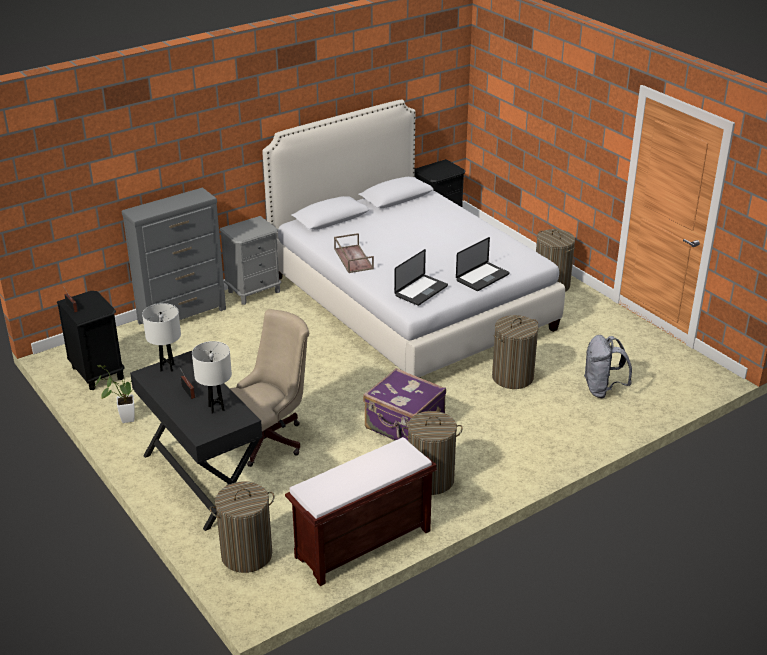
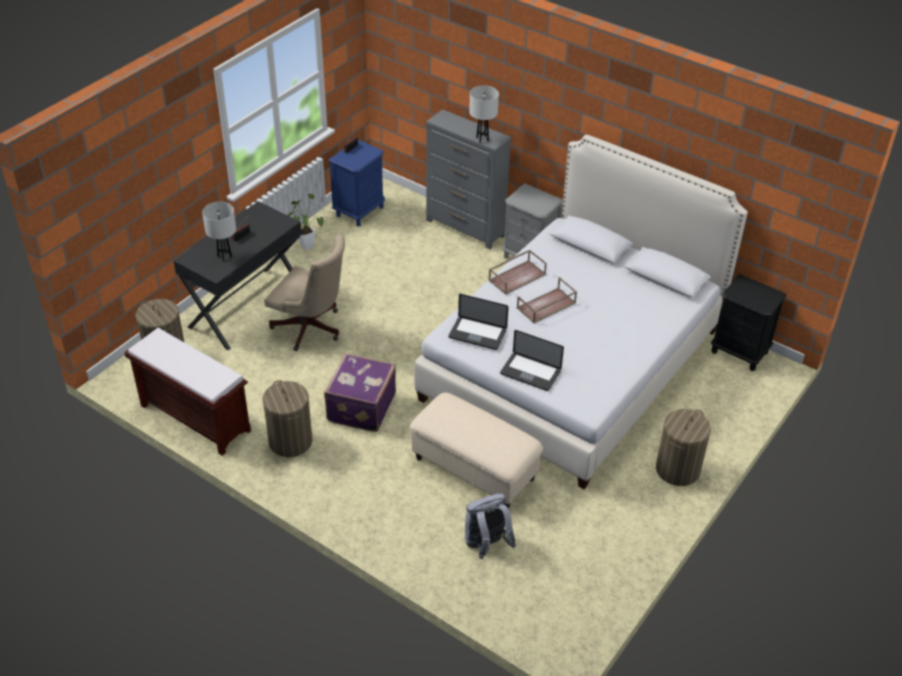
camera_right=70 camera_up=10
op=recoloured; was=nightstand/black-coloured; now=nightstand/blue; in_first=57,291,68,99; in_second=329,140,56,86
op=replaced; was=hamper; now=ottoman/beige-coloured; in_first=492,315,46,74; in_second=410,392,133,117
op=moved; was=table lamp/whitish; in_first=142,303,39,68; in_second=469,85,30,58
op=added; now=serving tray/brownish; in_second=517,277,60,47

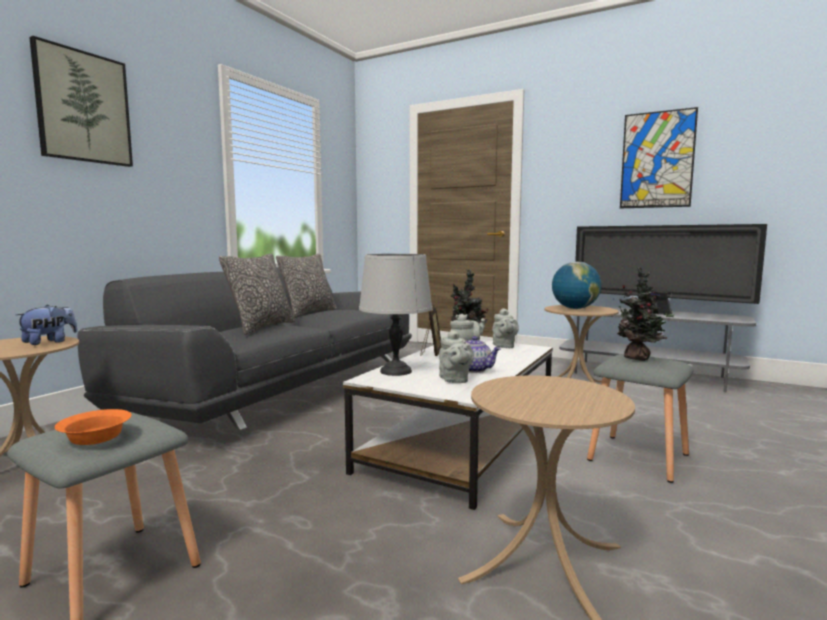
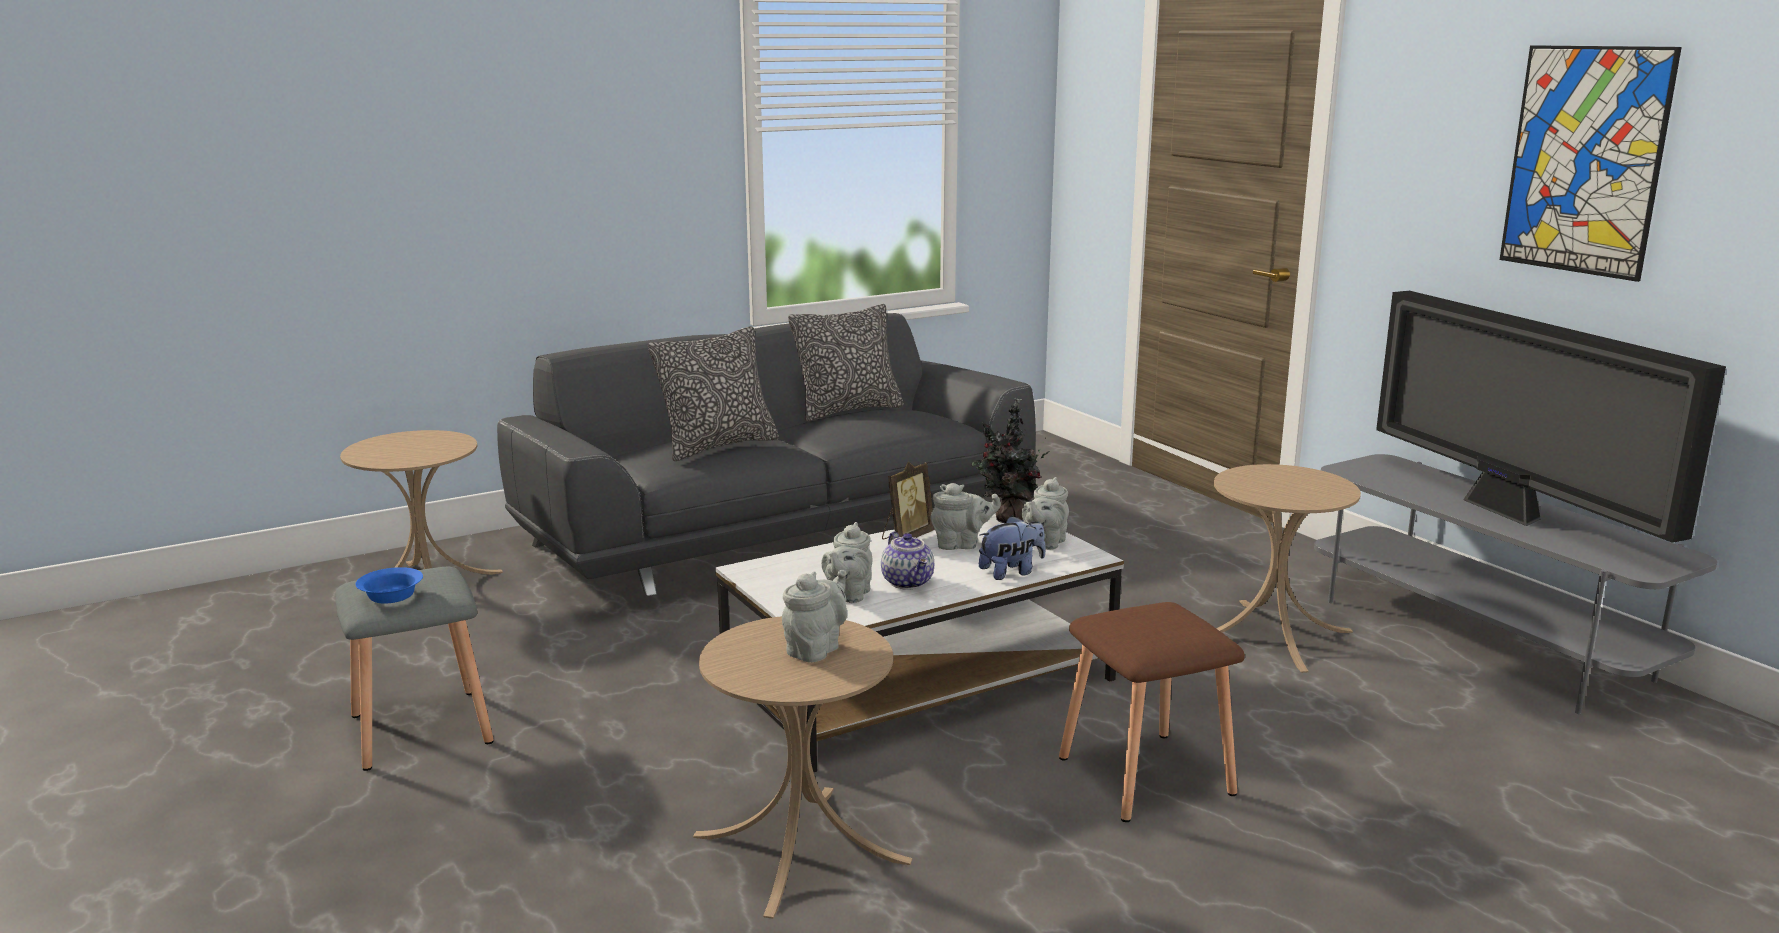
camera_right=30 camera_up=10
op=recoloured; was=serving bowl/orange-coloured; now=serving bowl/blue; in_first=55,409,76,36; in_second=355,567,68,37
op=added; now=tea pot/greyish; in_second=782,570,65,93
op=moved; was=soft toy; in_first=16,305,61,40; in_second=979,515,66,65
op=recoloured; was=stool seat/greyish; now=stool seat/brownish; in_first=587,354,107,129; in_second=1059,602,186,220
op=removed; was=wall picture; in_first=29,36,104,131
op=removed; was=table lamp/greyish; in_first=359,254,73,122
op=removed; was=globe; in_first=552,262,49,47
op=removed; was=potted plant; in_first=613,267,61,94

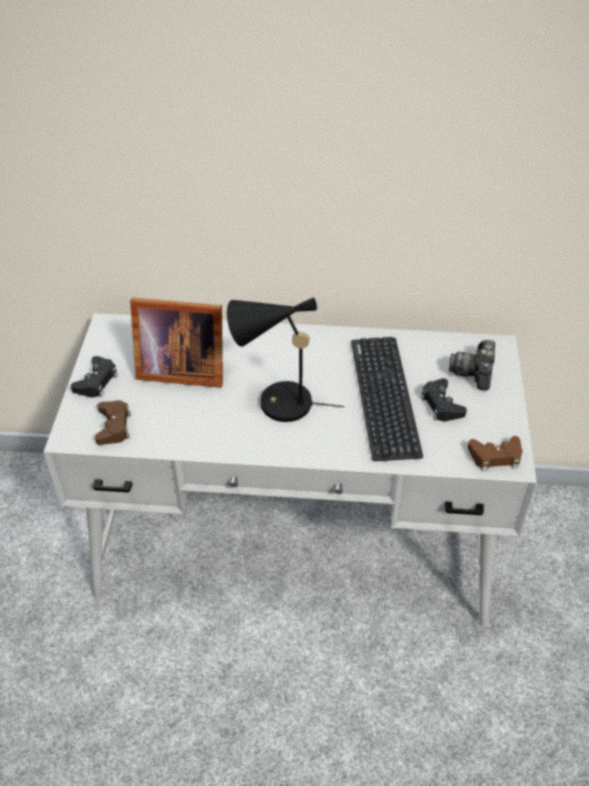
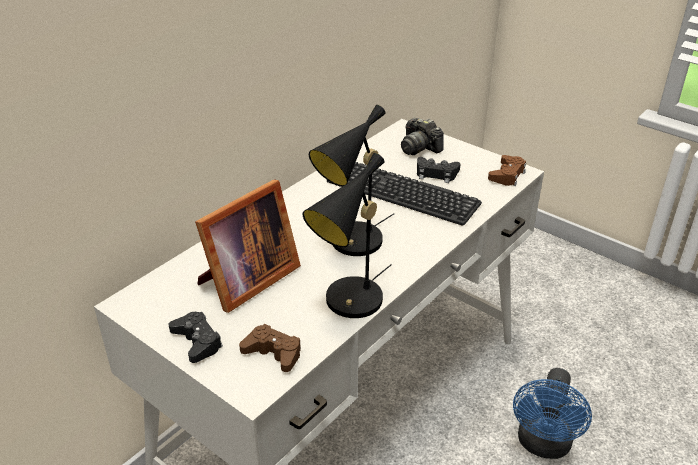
camera_right=-55 camera_up=-10
op=added; now=table lamp/black-coloured; in_second=303,153,88,165
op=added; now=fan/blue; in_second=513,368,79,91

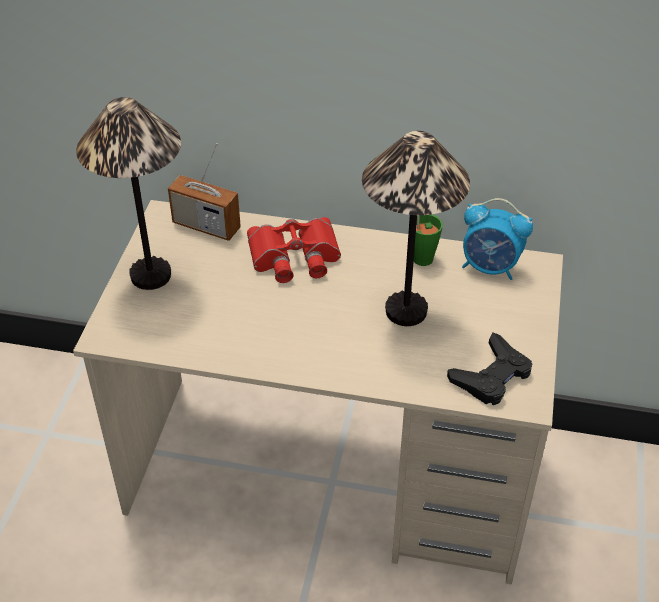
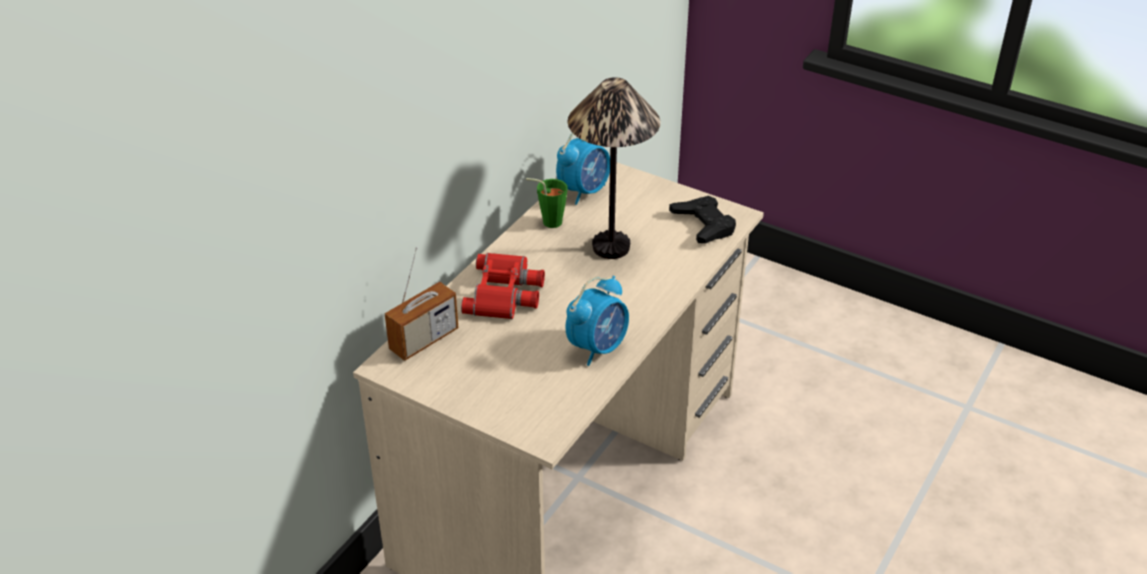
camera_right=-70 camera_up=-5
op=added; now=table clock; in_second=565,276,64,90
op=removed; was=table lamp; in_first=76,97,105,193

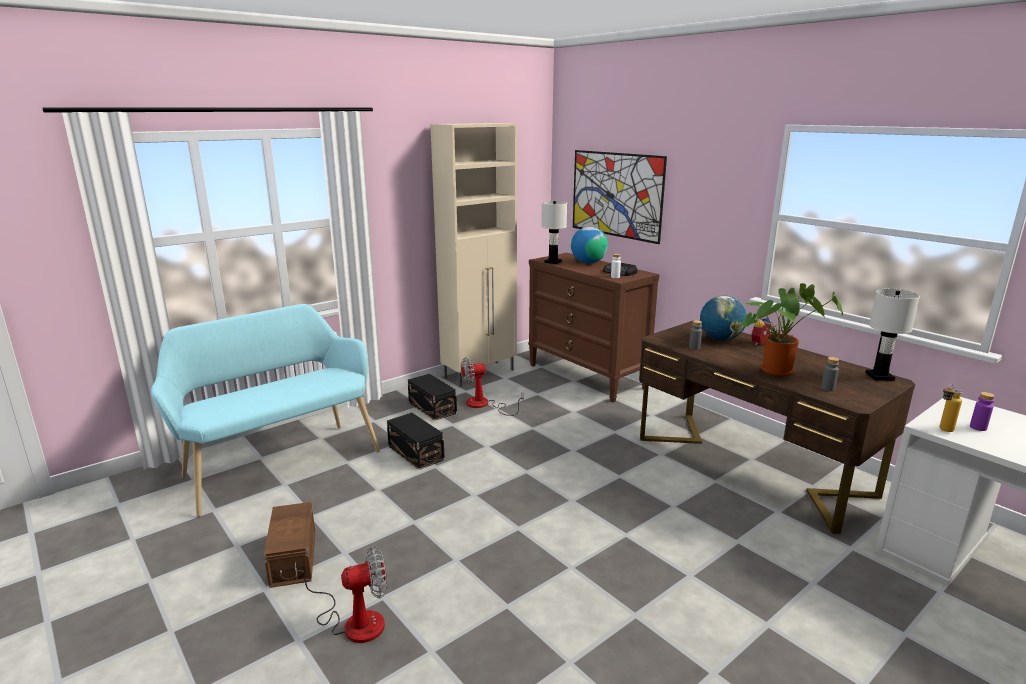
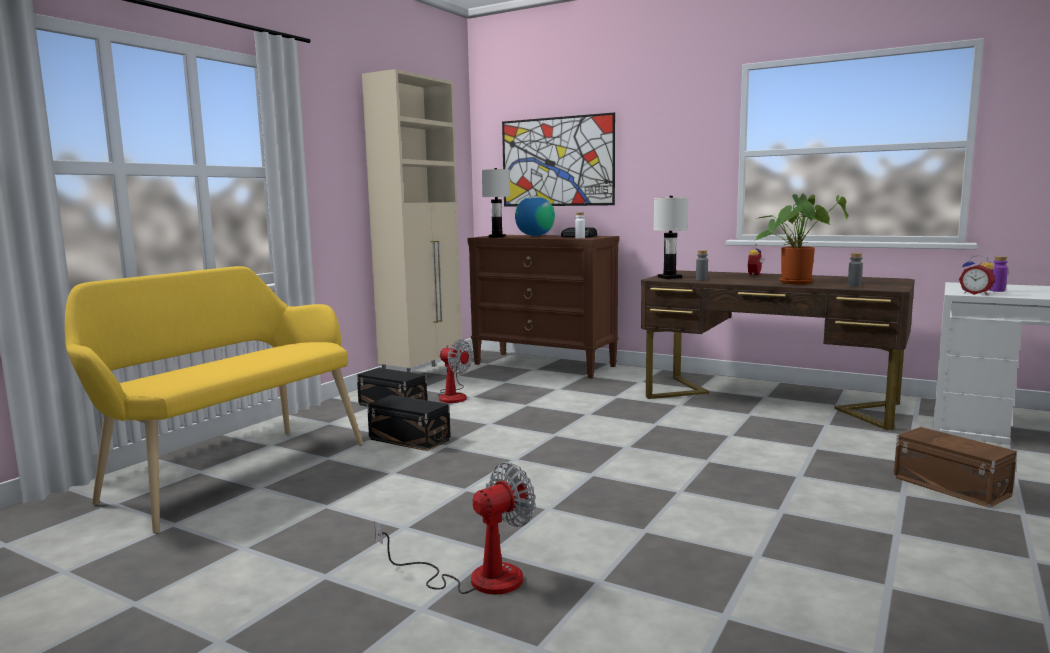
camera_right=-20 camera_up=-10
op=recoloured; was=indoor bench/turquoise-coloured; now=indoor bench/yellow; in_first=151,304,229,213; in_second=65,266,298,268
op=turned; was=fan; in_first=461,357,63,59; in_second=437,340,36,63; clockwise=-105
op=moved; was=table lamp/whitish; in_first=865,288,55,93; in_second=653,196,35,83
op=moved; was=storage bin/brownish; in_first=264,502,51,86; in_second=894,427,123,81
op=replaced; was=drink bottle; now=table clock; in_first=939,384,23,48; in_second=959,255,36,40
op=removed; was=globe; in_first=700,296,47,45

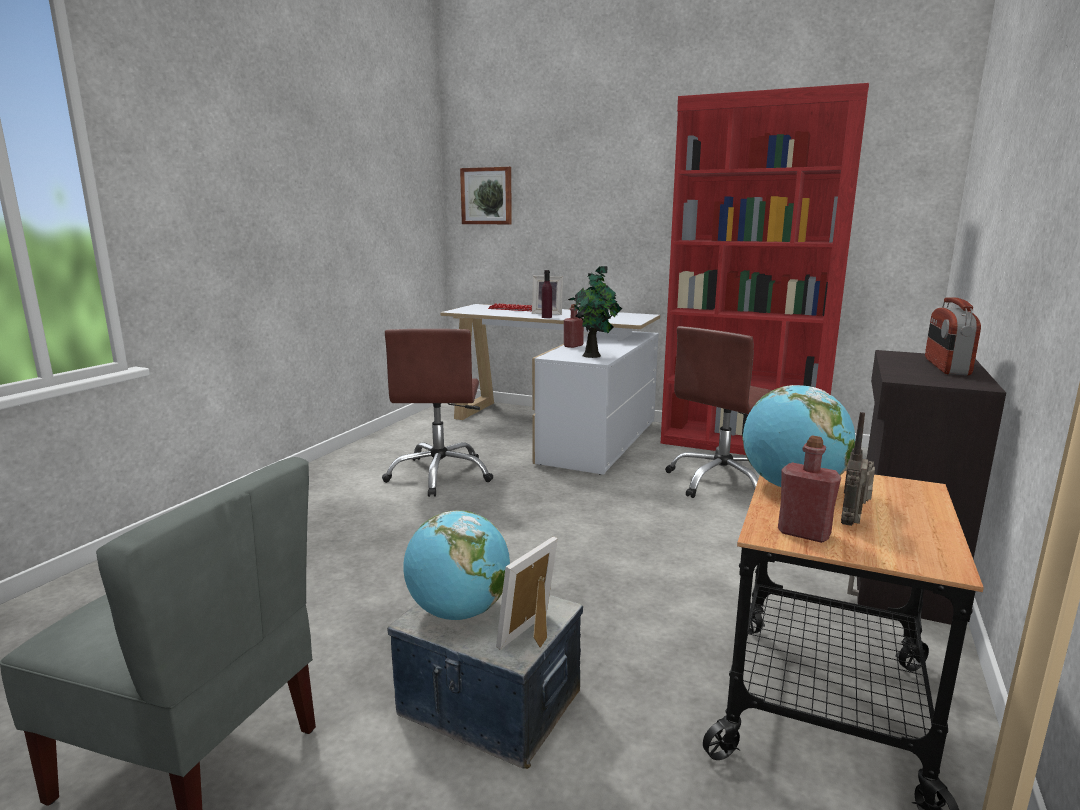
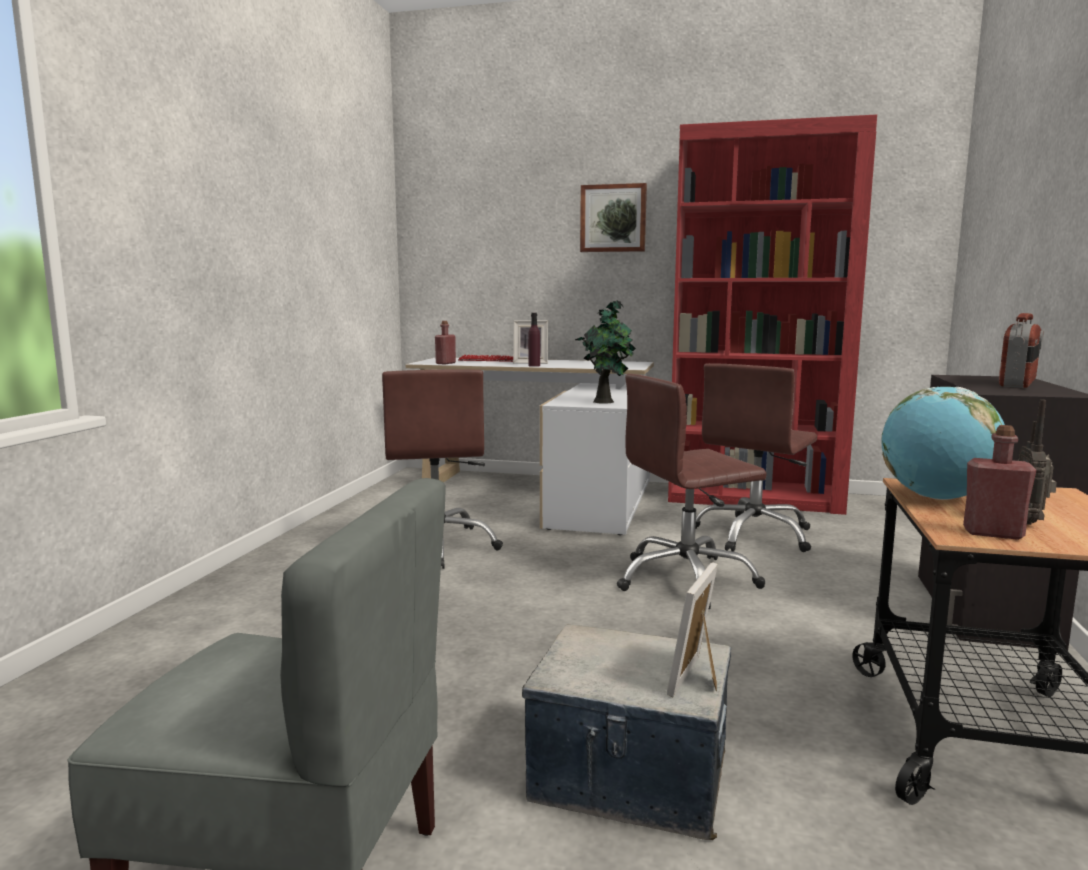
camera_right=-10 camera_up=-5
op=moved; was=drink bottle/reddish; in_first=564,304,20,44; in_second=435,321,21,43
op=moved; was=wall picture; in_first=460,167,52,57; in_second=580,183,67,69
op=added; now=office chair/brownish; in_second=617,374,150,236
op=turned; was=radio; in_first=925,297,56,79; in_second=999,313,44,75; clockwise=-150
op=removed; was=globe; in_first=403,510,107,110

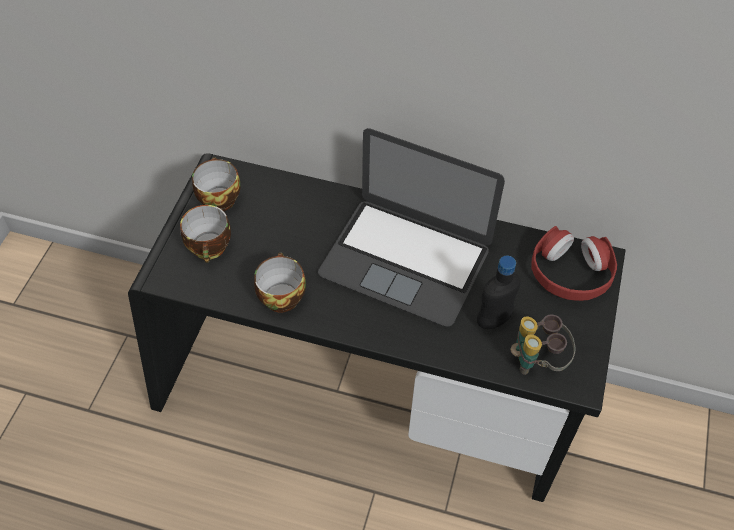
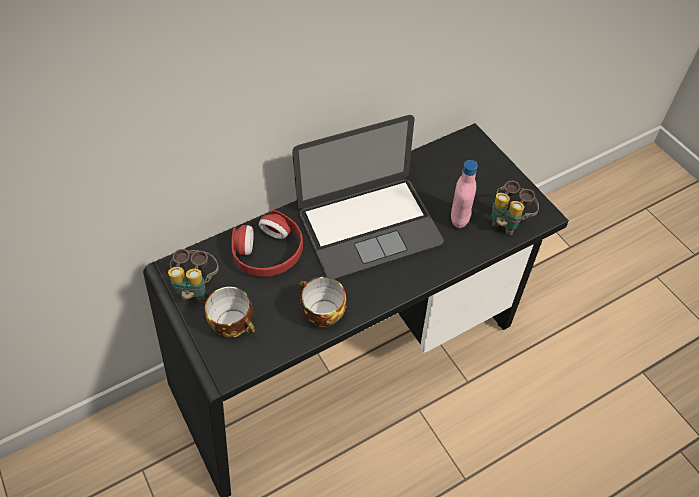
camera_right=-45 camera_up=0
op=replaced; was=small cup; now=field glasses; in_first=192,157,49,54; in_second=168,249,51,53
op=moved; was=pair of headphones/reddish; in_first=531,226,86,75; in_second=231,210,72,67
op=recoloured; was=drink bottle/black-coloured; now=drink bottle/pink; in_first=477,256,44,73; in_second=451,160,27,68

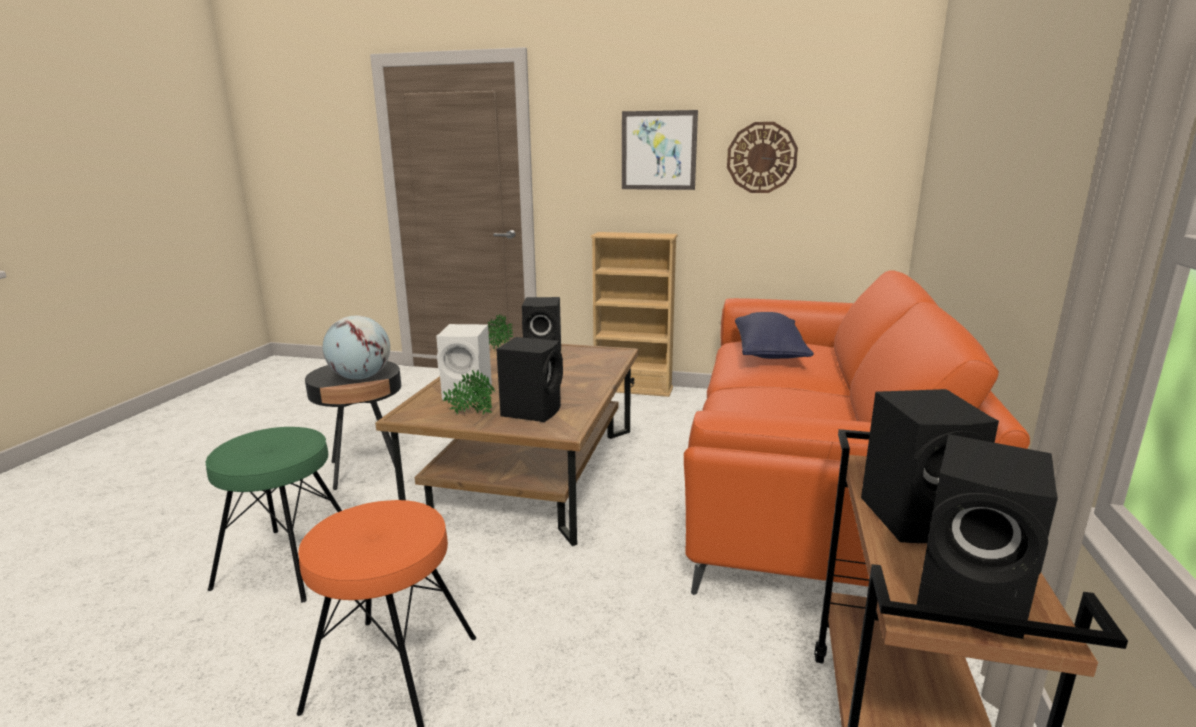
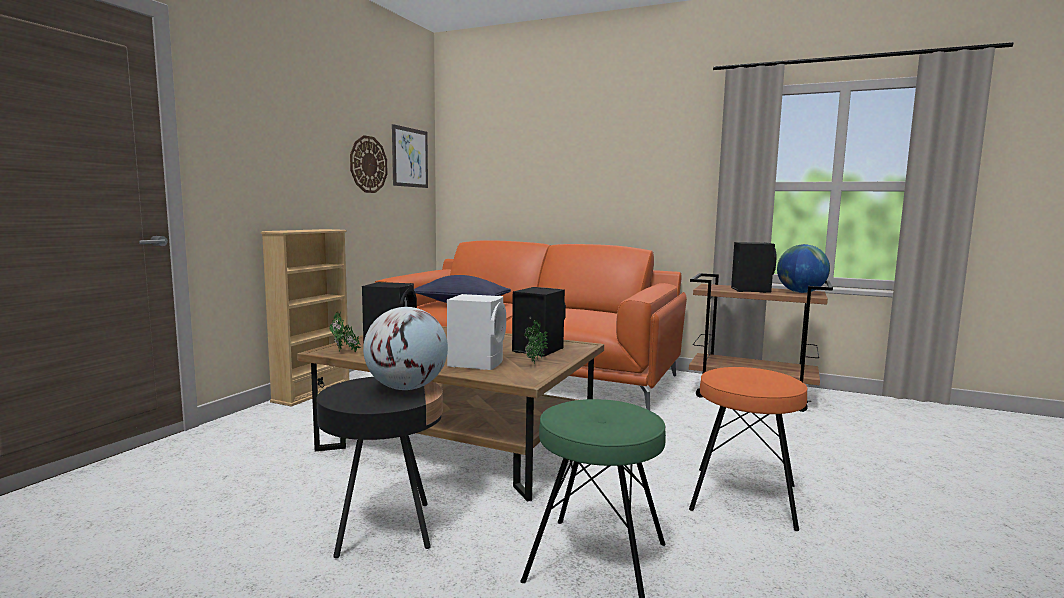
camera_right=-80 camera_up=-10
op=moved; was=wall picture; in_first=622,110,76,80; in_second=392,124,36,64
op=replaced; was=loudspeaker/black-coloured; now=globe; in_first=916,434,142,205; in_second=777,244,53,49

